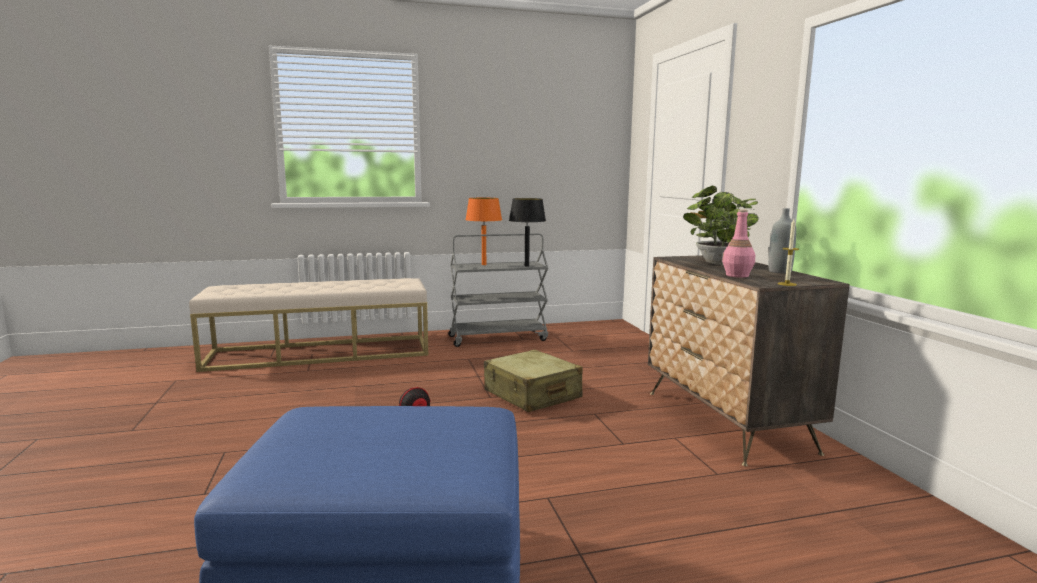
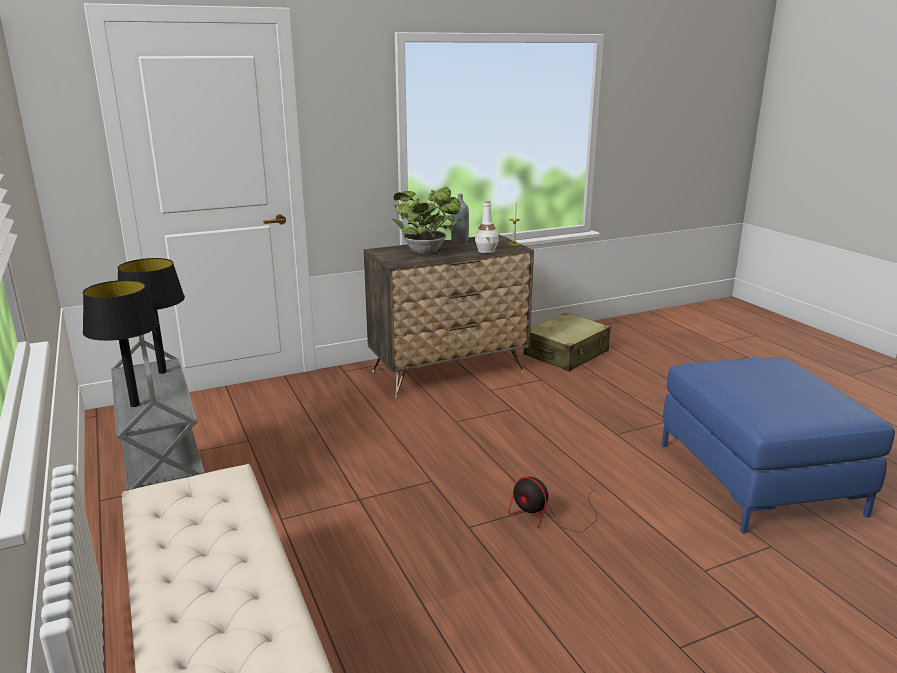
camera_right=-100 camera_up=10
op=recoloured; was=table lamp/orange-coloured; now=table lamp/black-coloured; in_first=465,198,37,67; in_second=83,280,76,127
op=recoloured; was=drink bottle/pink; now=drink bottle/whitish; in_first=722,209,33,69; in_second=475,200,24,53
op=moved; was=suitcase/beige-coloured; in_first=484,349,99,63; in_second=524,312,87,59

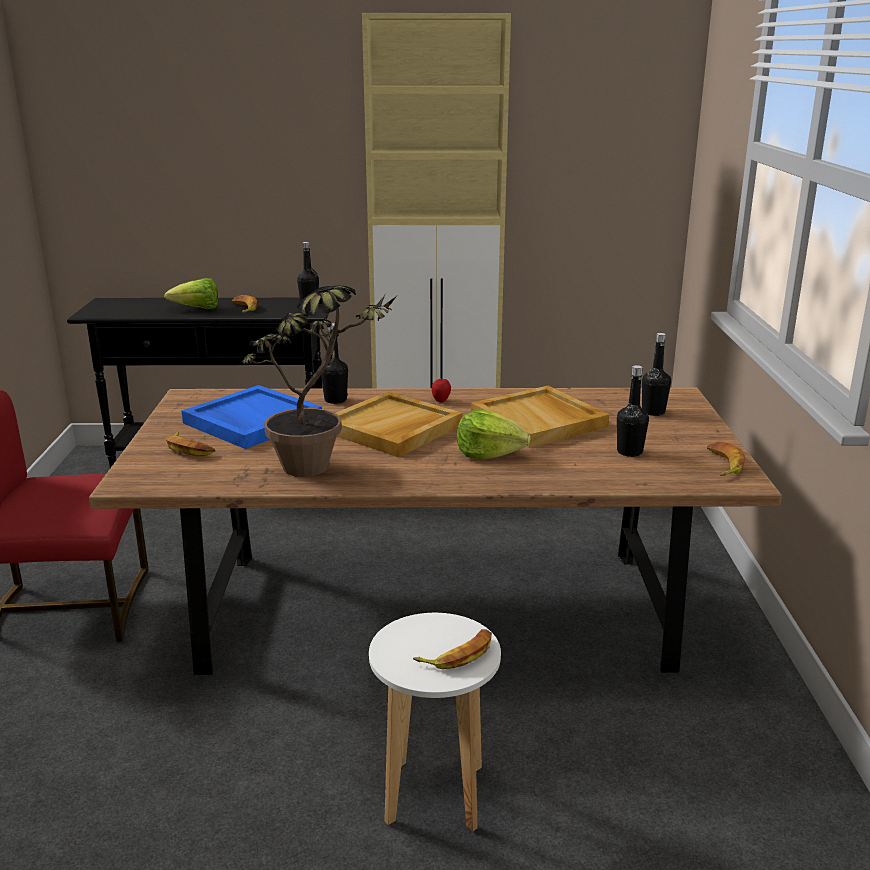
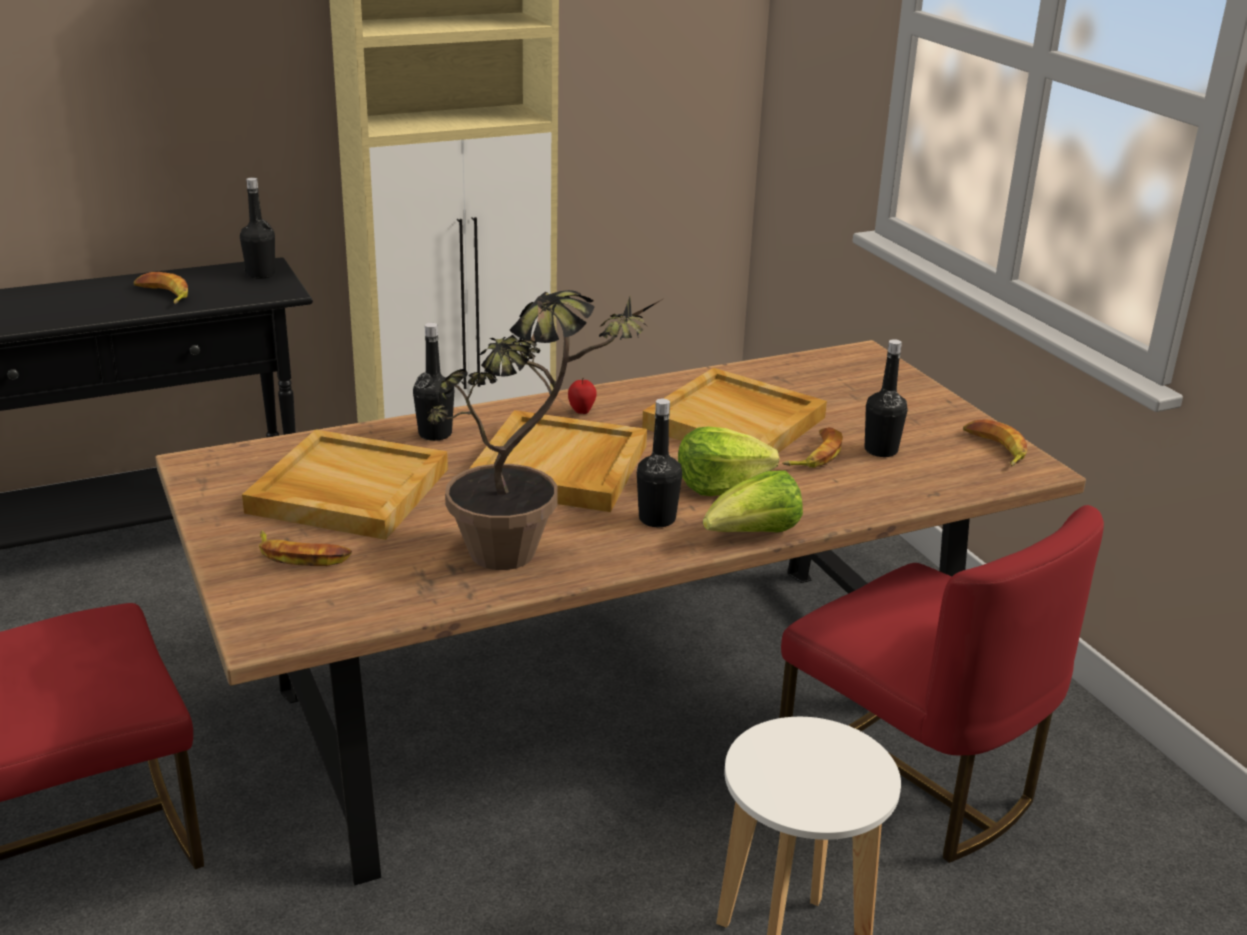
camera_right=-25 camera_up=5
op=recoloured; was=serving tray/blue; now=serving tray/beige-coloured; in_first=181,385,141,64; in_second=242,429,206,111
op=moved; was=drink bottle/black-coloured; in_first=642,333,29,83; in_second=637,399,45,128
op=moved; was=head of lettuce; in_first=164,278,54,31; in_second=703,471,100,62
op=added; now=plain chair/reddish; in_second=779,505,325,358
op=moved; was=whole banana; in_first=413,629,79,40; in_second=782,427,61,41

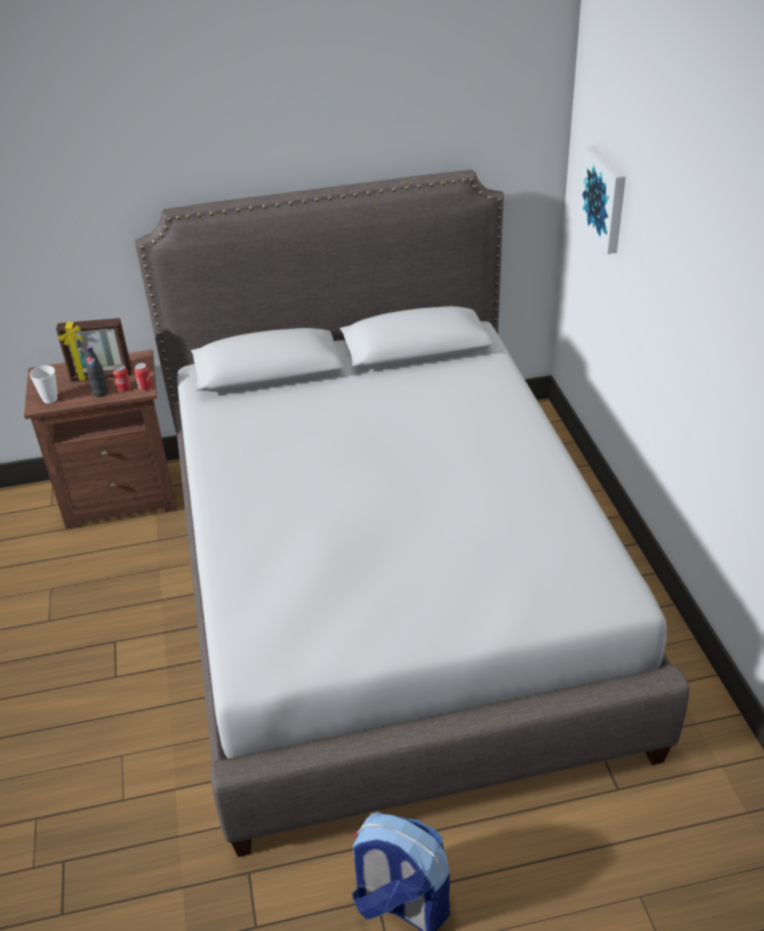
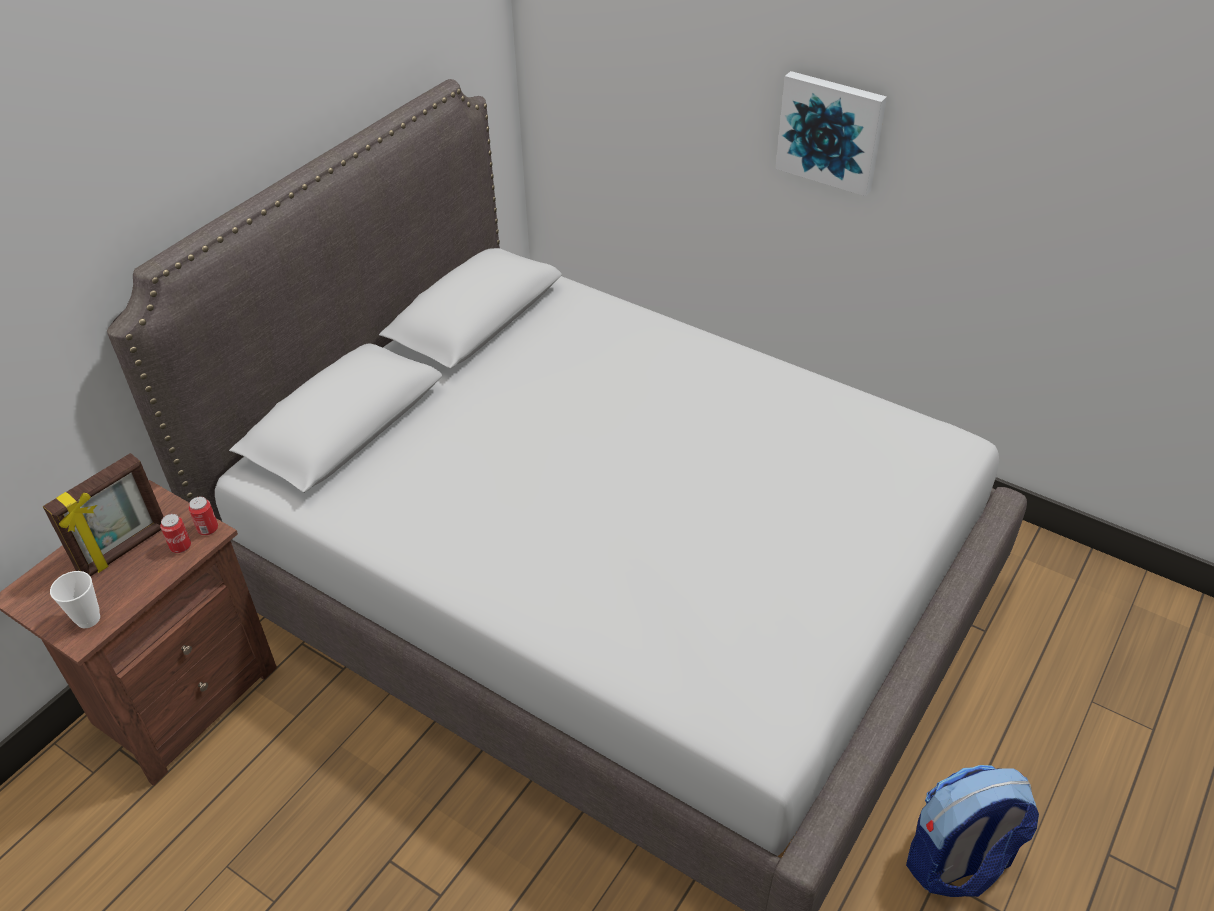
camera_right=-45 camera_up=5
op=moved; was=wall picture; in_first=578,146,48,108; in_second=775,71,112,125
op=removed; was=drink bottle/black-coloured; in_first=86,346,22,51

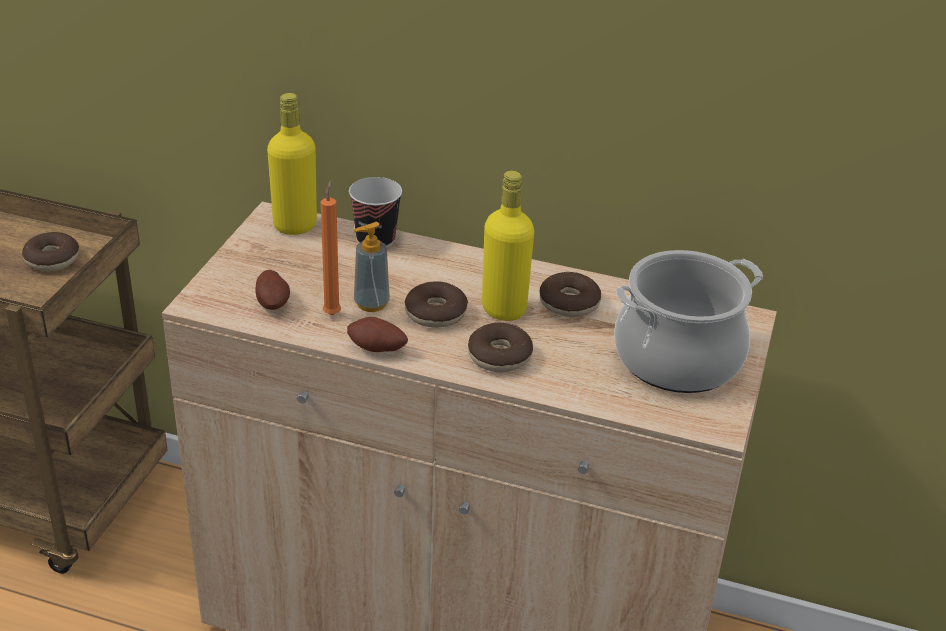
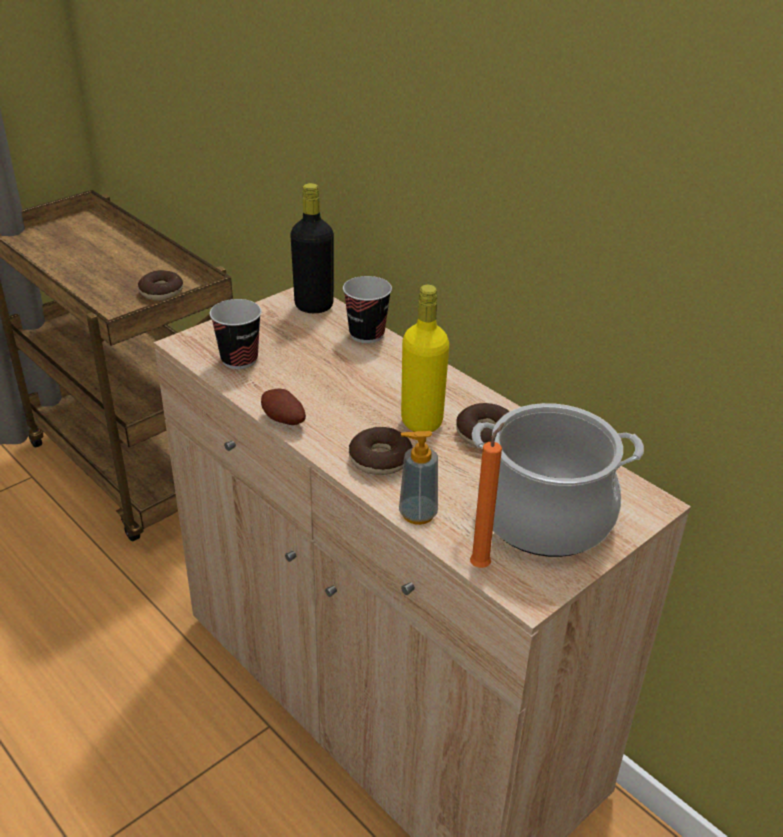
camera_right=30 camera_up=0
op=replaced; was=potato; now=small cup; in_first=255,270,35,40; in_second=210,299,52,70
op=recoloured; was=drink bottle/yellow; now=drink bottle/black-coloured; in_first=267,93,50,142; in_second=290,183,44,130
op=moved; was=liquid soap bottle; in_first=354,222,36,90; in_second=399,431,39,94
op=moved; was=candle/orange-coloured; in_first=321,180,20,135; in_second=470,423,34,145
op=removed; was=ring doughnut; in_first=405,281,63,47

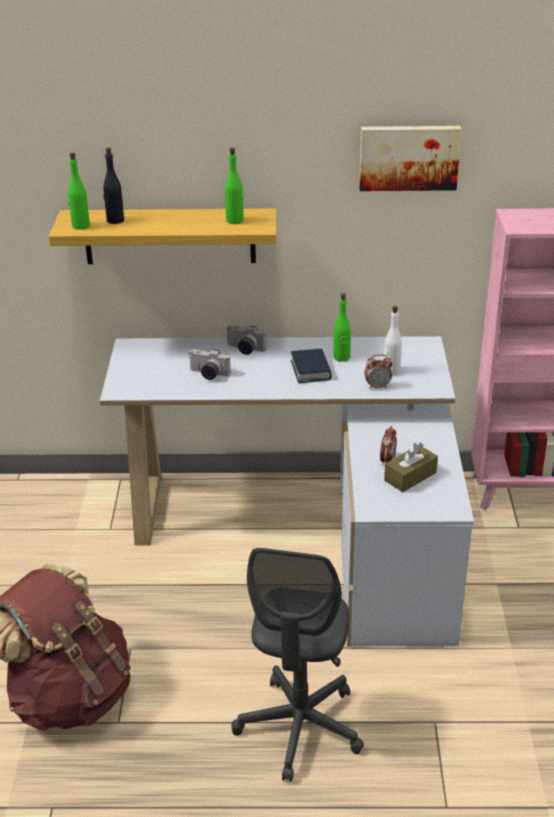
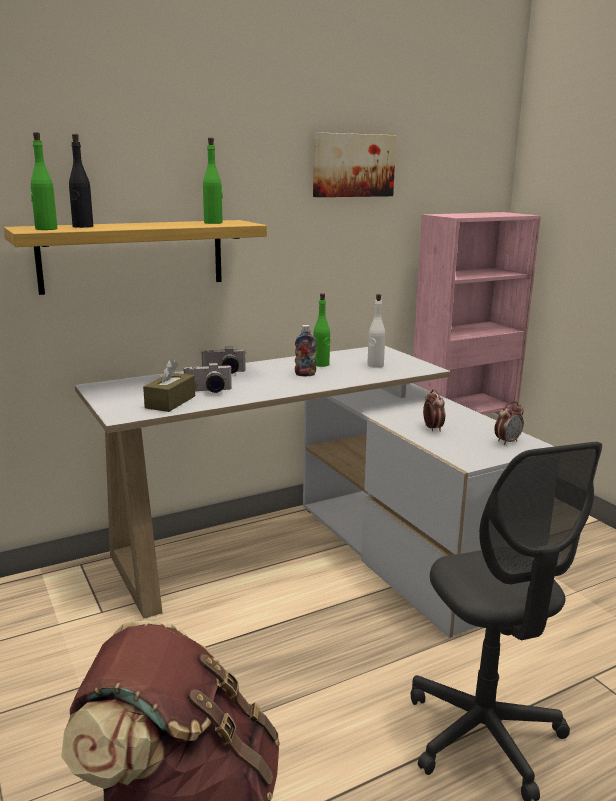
camera_right=-30 camera_up=-15
op=moved; was=box of tissues/brownish; in_first=384,442,54,50; in_second=143,359,52,53
op=replaced; was=volume; now=drink bottle; in_first=291,349,41,34; in_second=295,325,22,51
op=moved; was=table clock; in_first=364,354,29,35; in_second=494,401,30,44

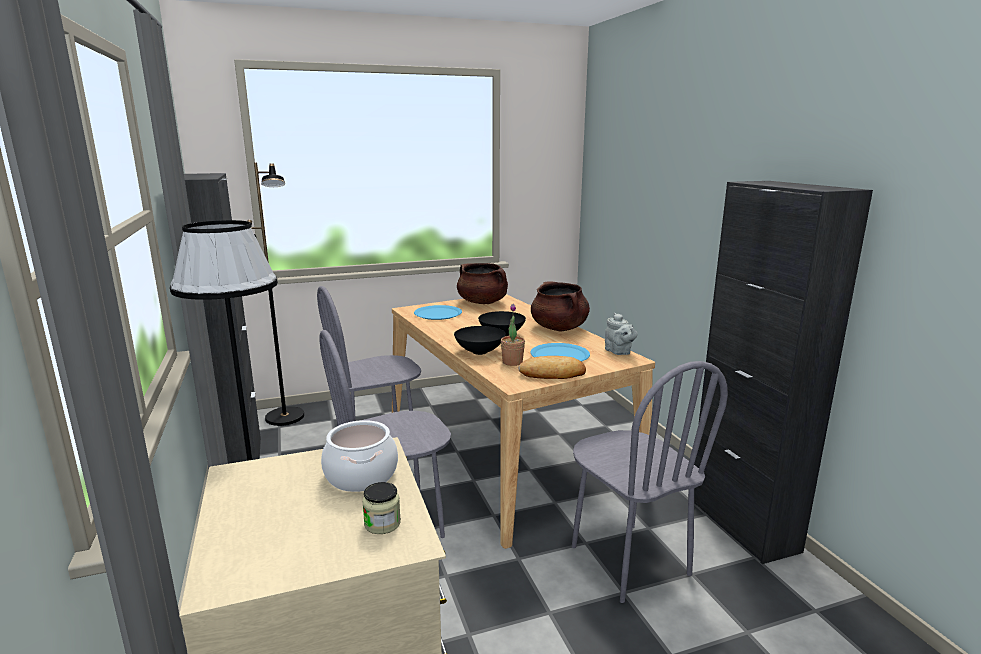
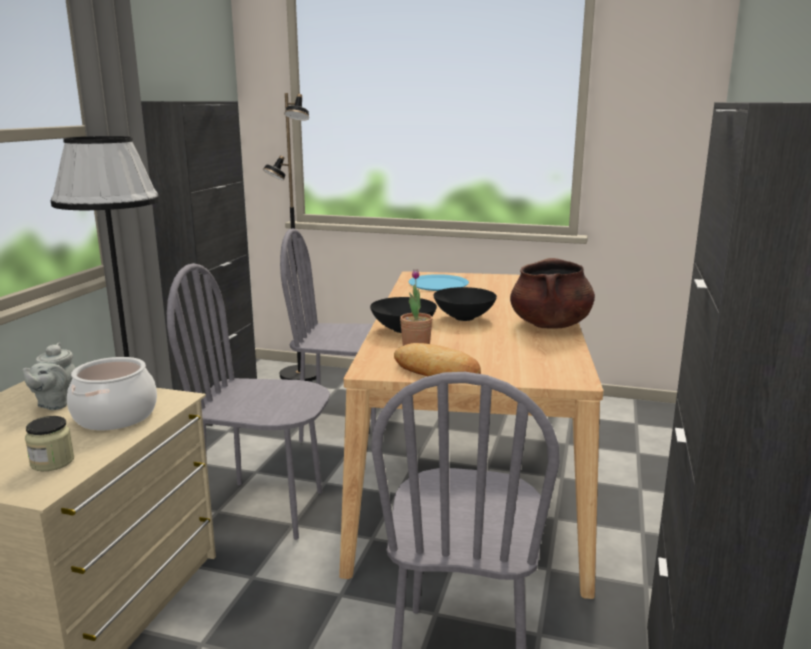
camera_right=35 camera_up=0
op=moved; was=tea pot/greyish; in_first=605,313,33,42; in_second=22,342,53,68
op=removed; was=saucepot/brownish; in_first=457,263,51,41
op=removed; was=flat dish/blue; in_first=531,343,59,19

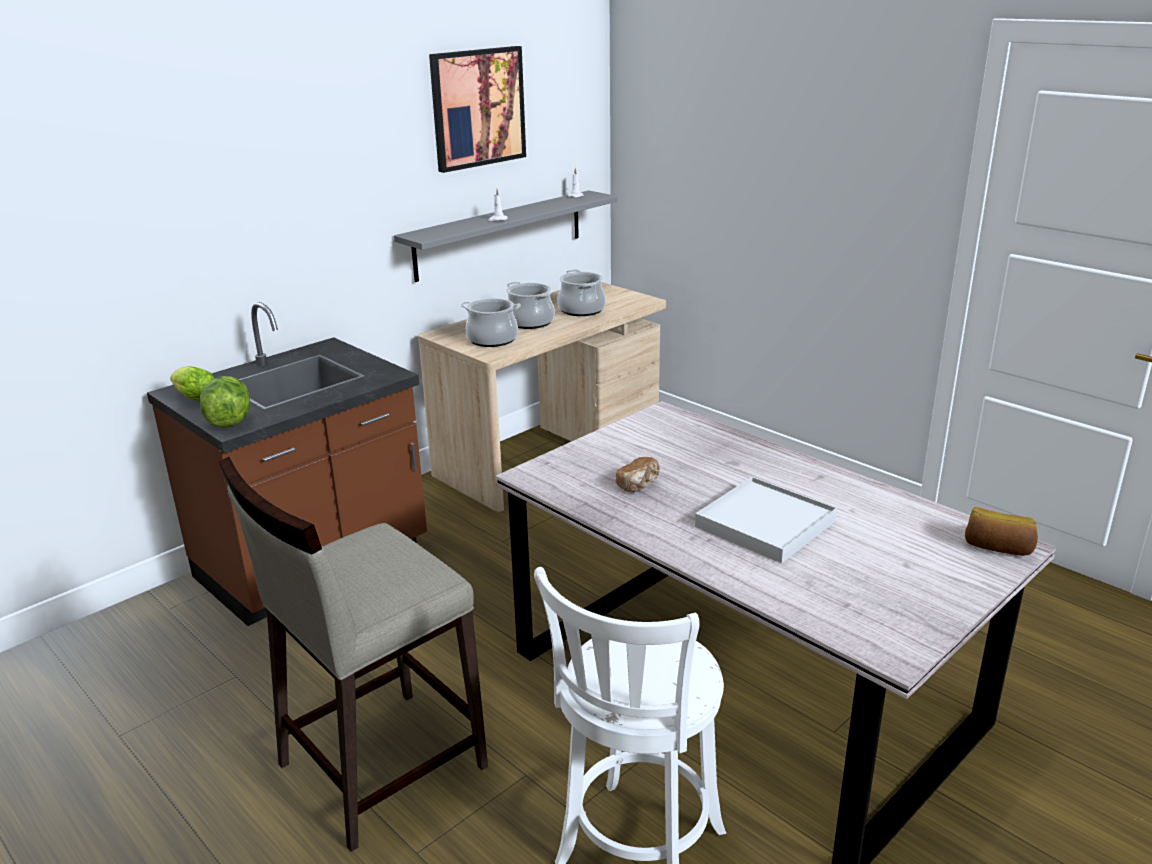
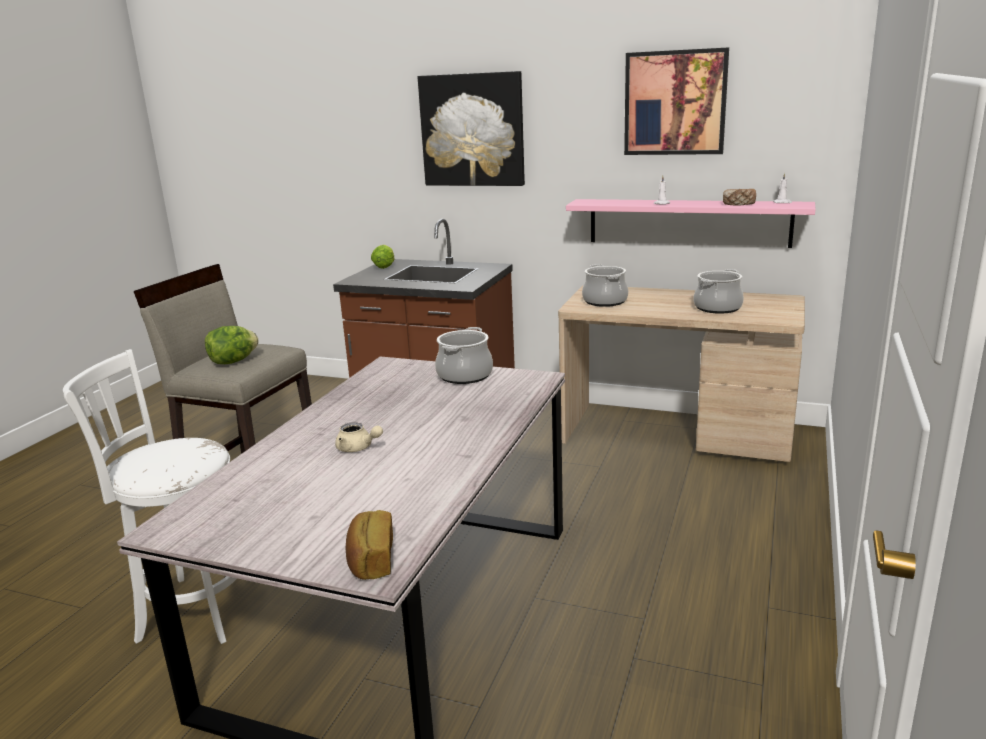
camera_right=65 camera_up=-5
op=moved; was=head of lettuce; in_first=200,376,50,52; in_second=205,326,54,38
op=replaced; was=serving tray/whitish; now=tea pot/beige-coloured; in_first=695,477,142,86; in_second=335,422,48,30
op=added; now=wall picture; in_second=418,71,107,115
op=moved; was=saucepot; in_first=506,282,49,47; in_second=435,327,58,57
op=recoloured; was=wall shelf/greyish; now=wall shelf/pink; in_first=394,190,224,92; in_second=566,199,250,49
op=moved; was=bread; in_first=616,457,44,35; in_second=723,189,33,16

